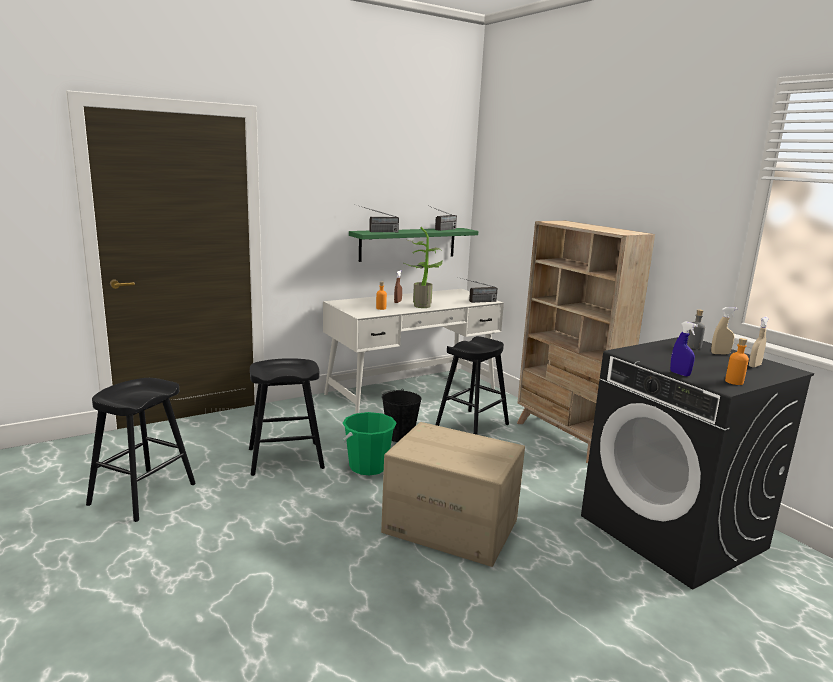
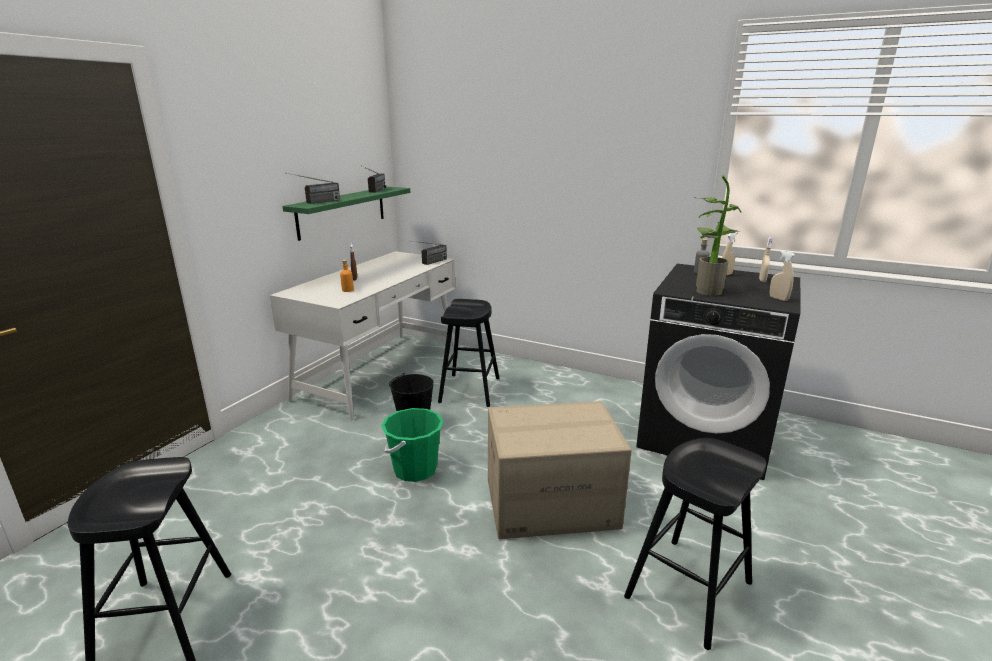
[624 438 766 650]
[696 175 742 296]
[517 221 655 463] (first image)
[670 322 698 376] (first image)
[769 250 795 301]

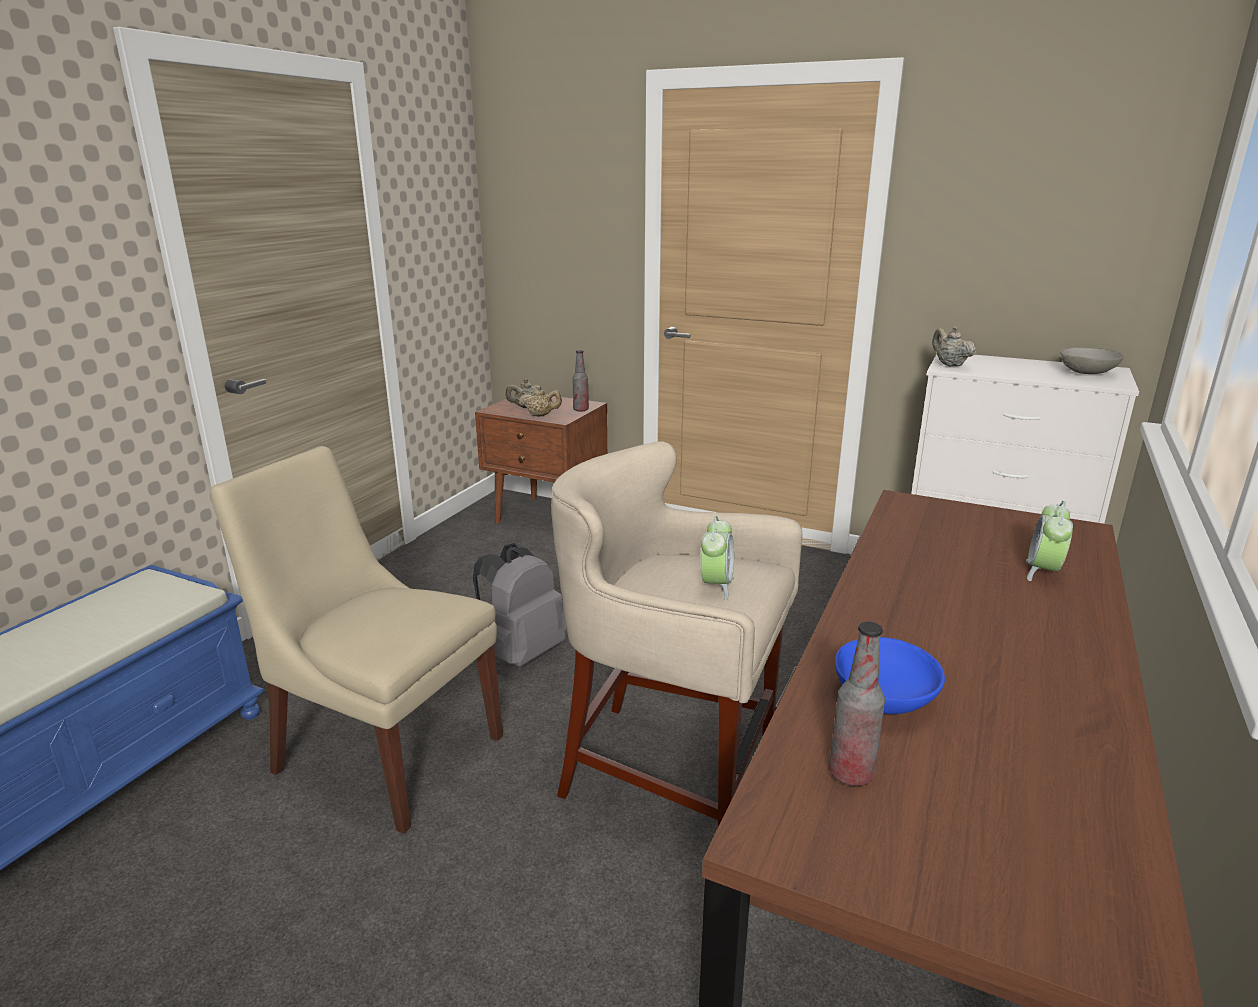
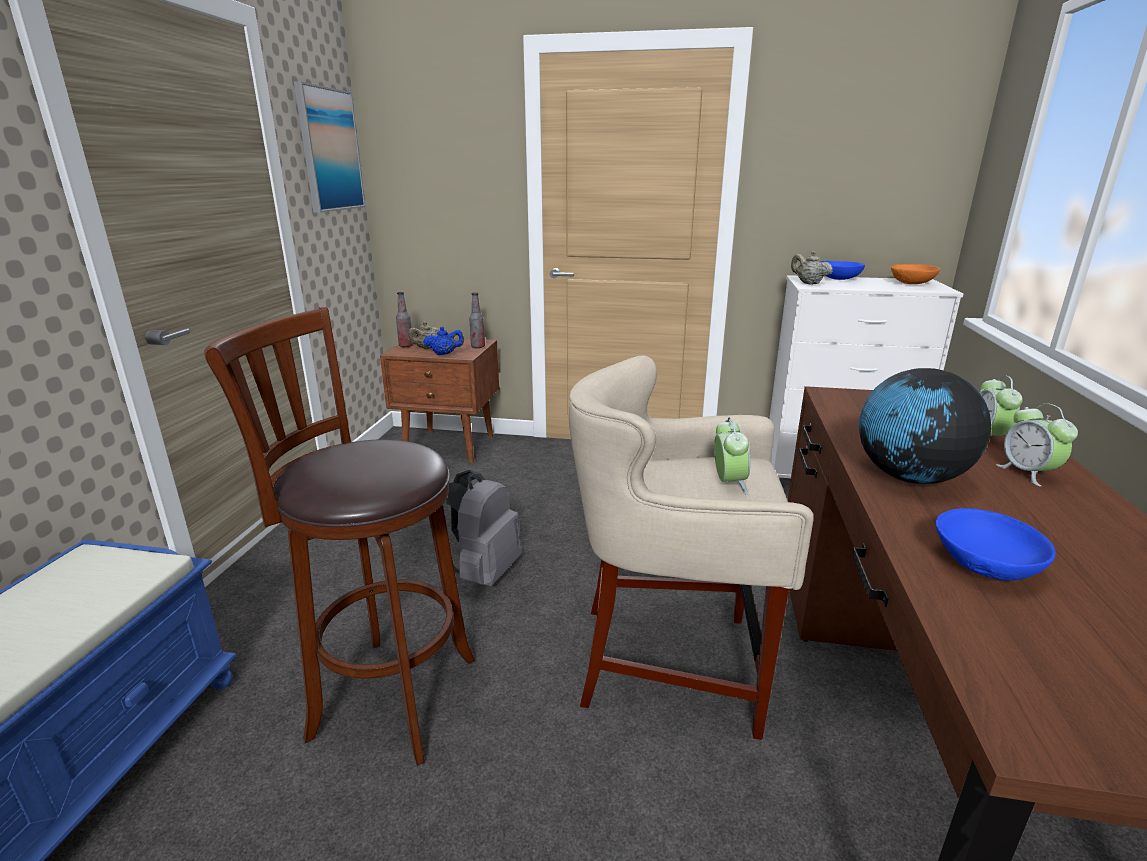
[204 307 475 766]
[423 327 464 355]
[396 292 413 347]
[891 264 940 284]
[294 81 366 213]
[820 261 865 280]
[859 368 991 484]
[996 403 1078 486]

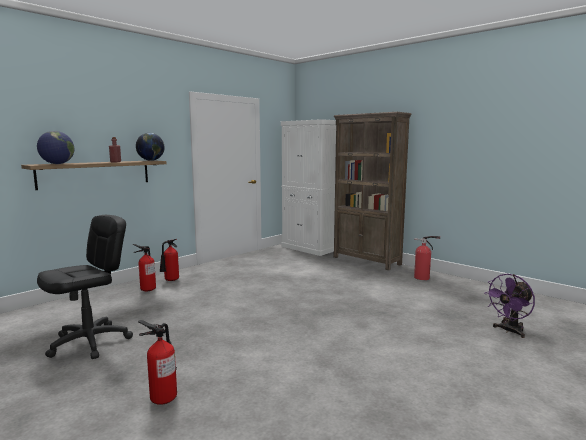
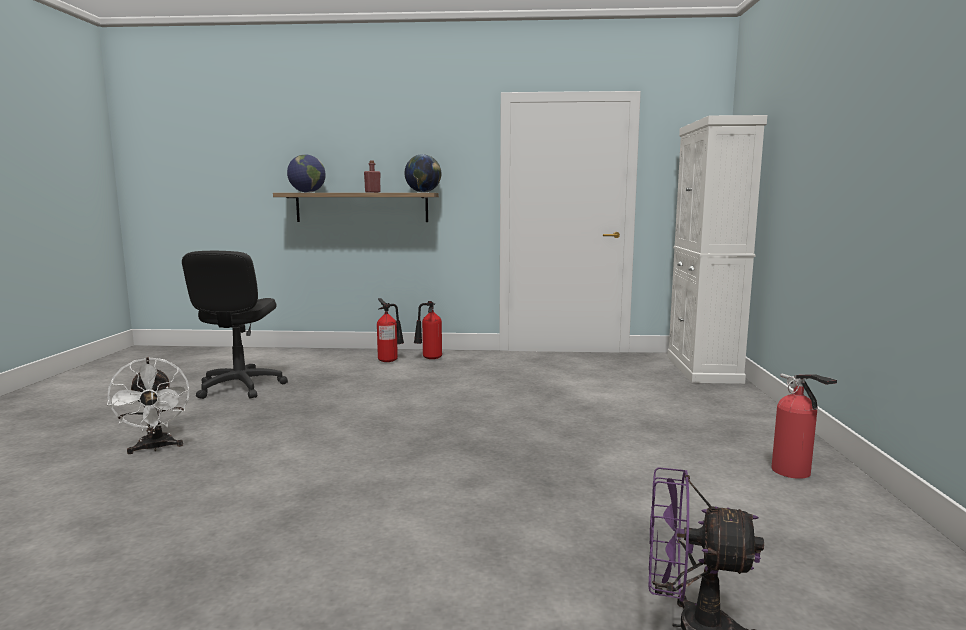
[182 251 288 399]
[107 357 190 454]
[333 112 412 270] (first image)

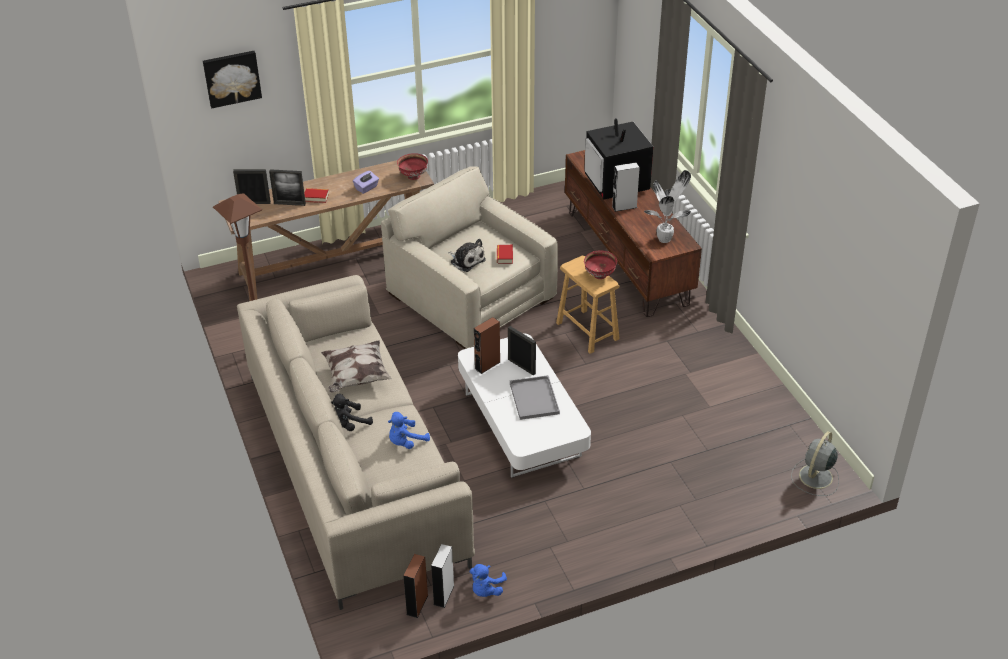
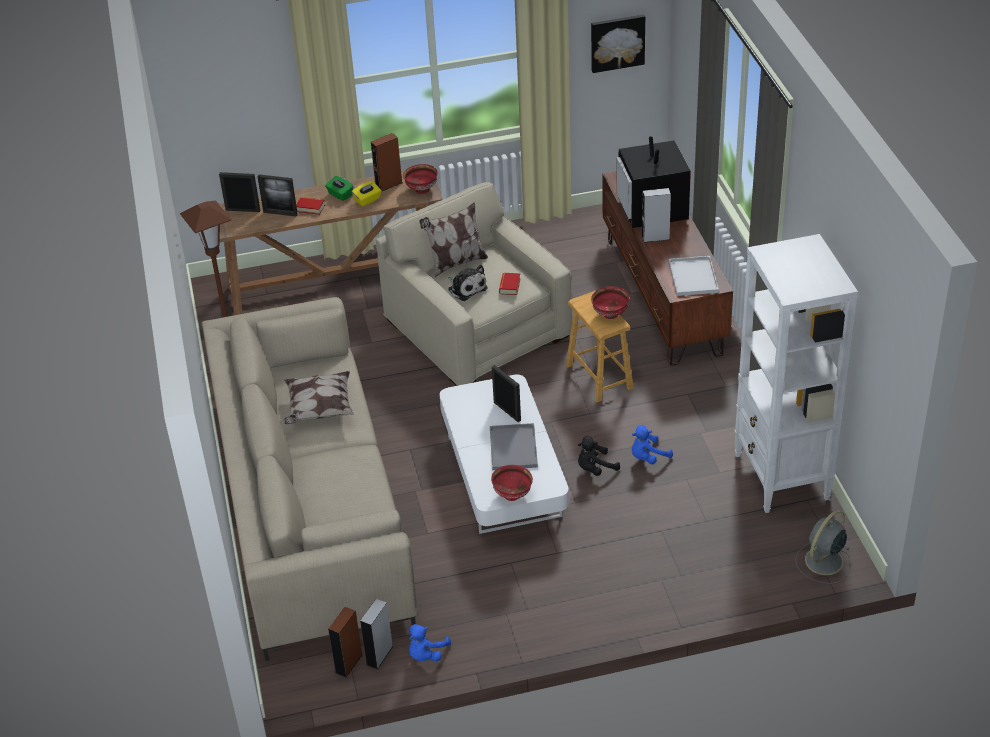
[591 15 645 73]
[578 436 620 476]
[352 181 381 207]
[632 425 673 464]
[371 133 402 192]
[669 256 719 296]
[325 176 354 201]
[419 202 488 277]
[491 465 533 501]
[734 234 858 513]

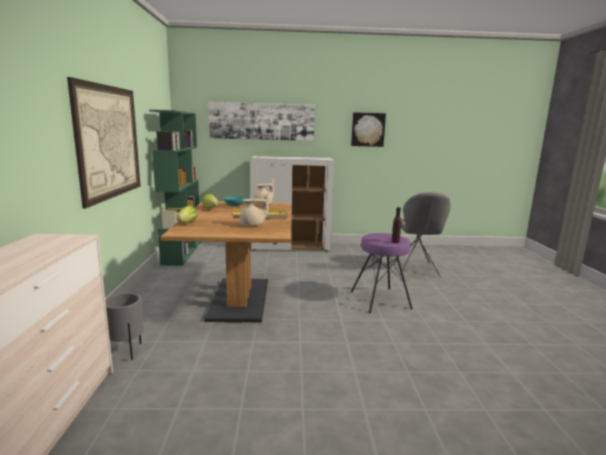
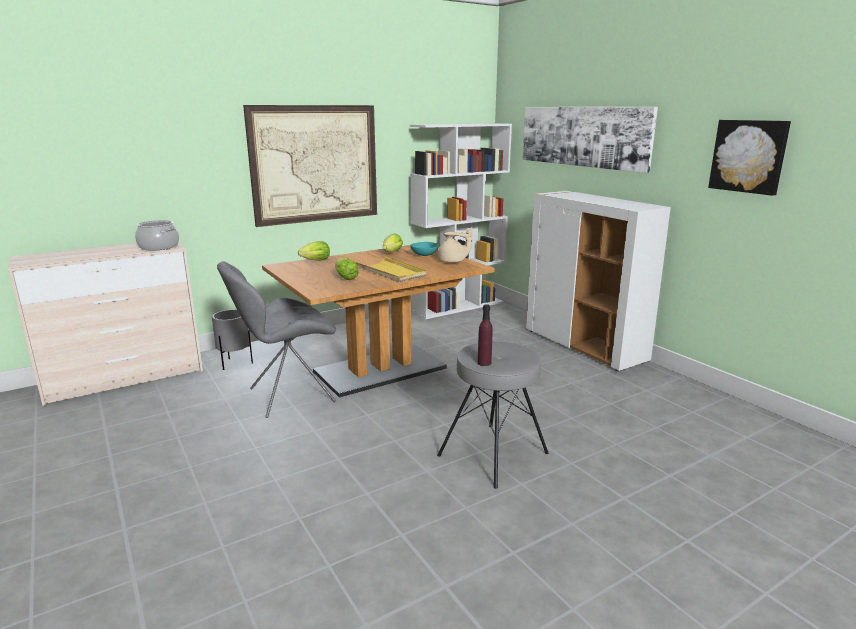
[410 123 512 319]
[335 257 359 280]
[437 342 549 489]
[217 261 336 418]
[135 220 179 251]

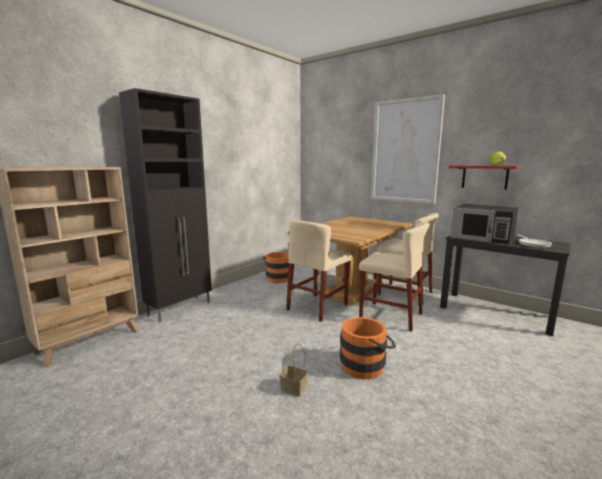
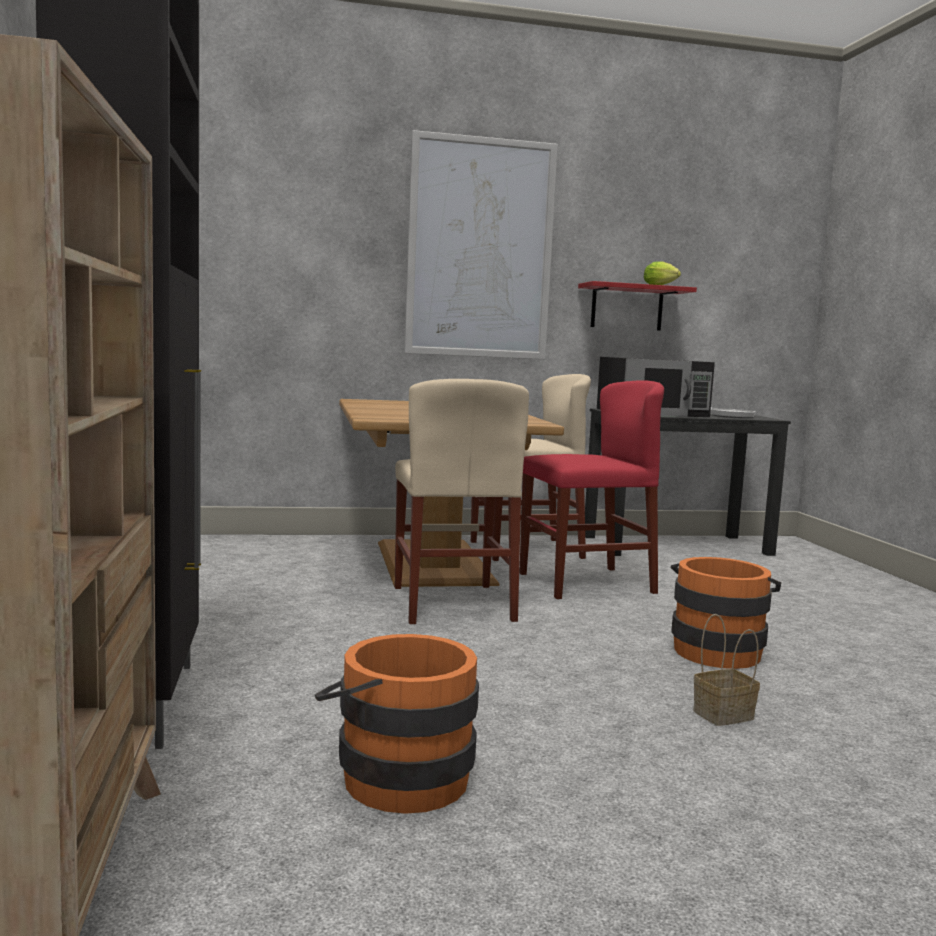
[315 634 479 814]
[519 380 664 599]

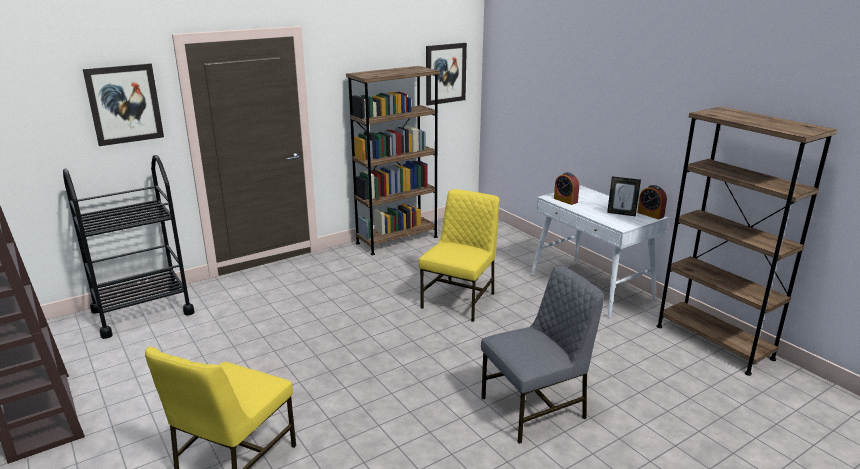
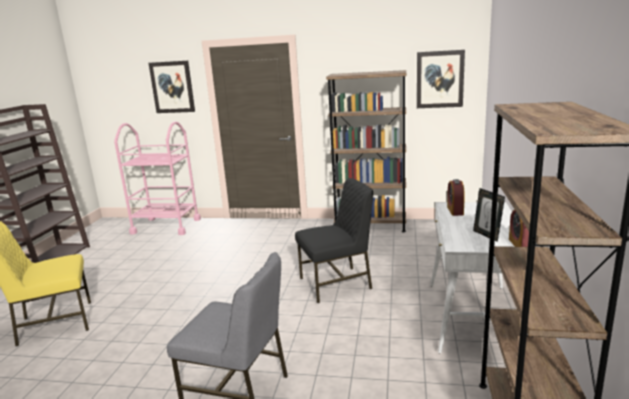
[114 121 201 235]
[295 178 373 303]

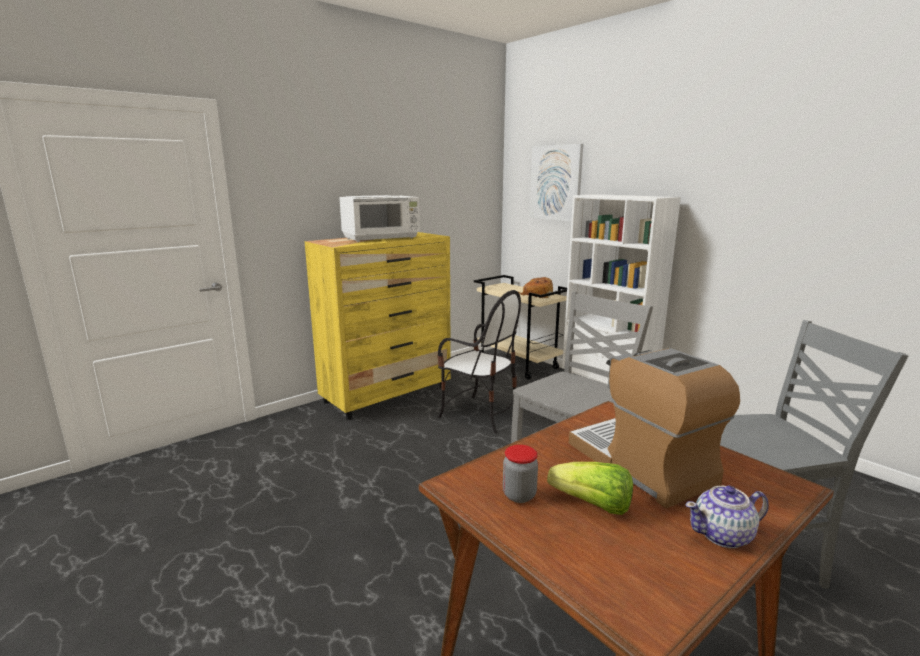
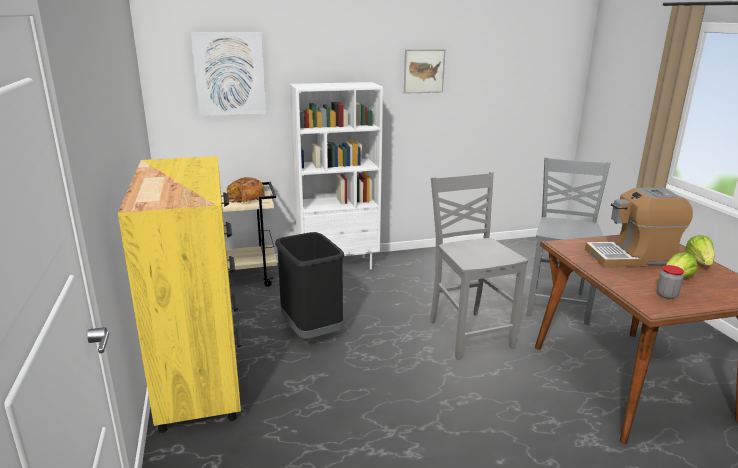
[339 195 420 242] (first image)
[275 232 344 339]
[685 235 715 265]
[404 49 446 94]

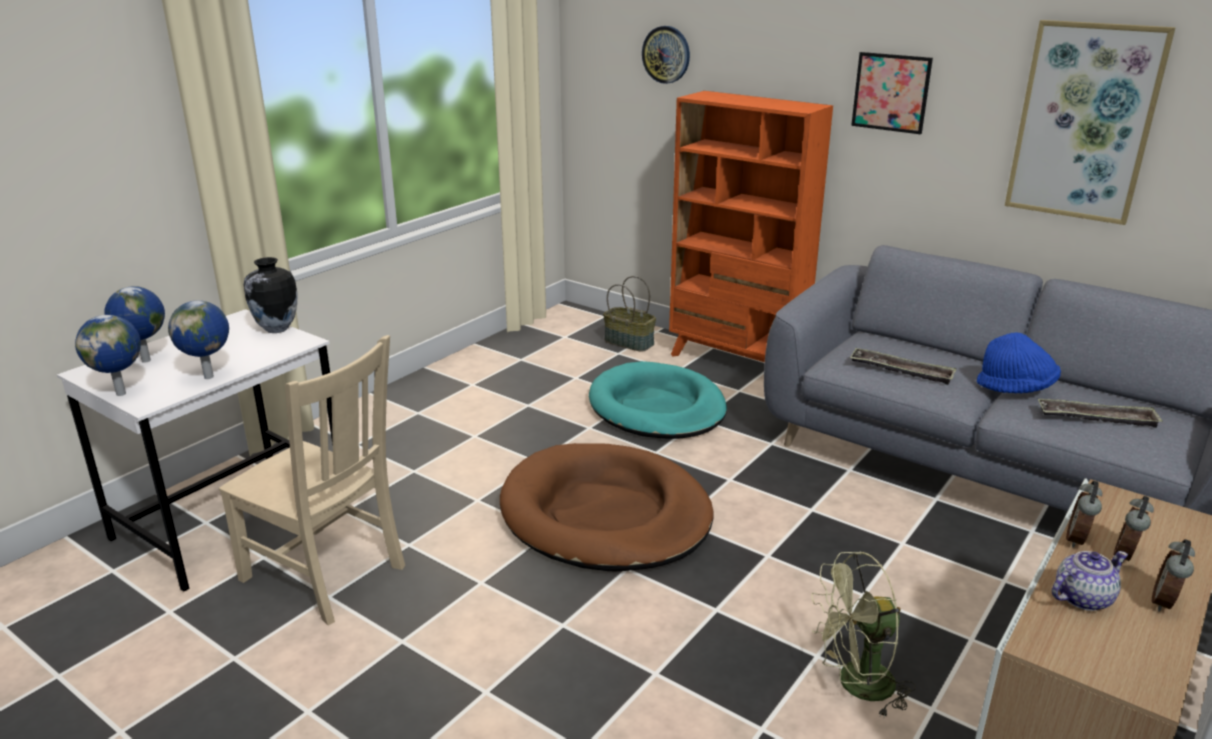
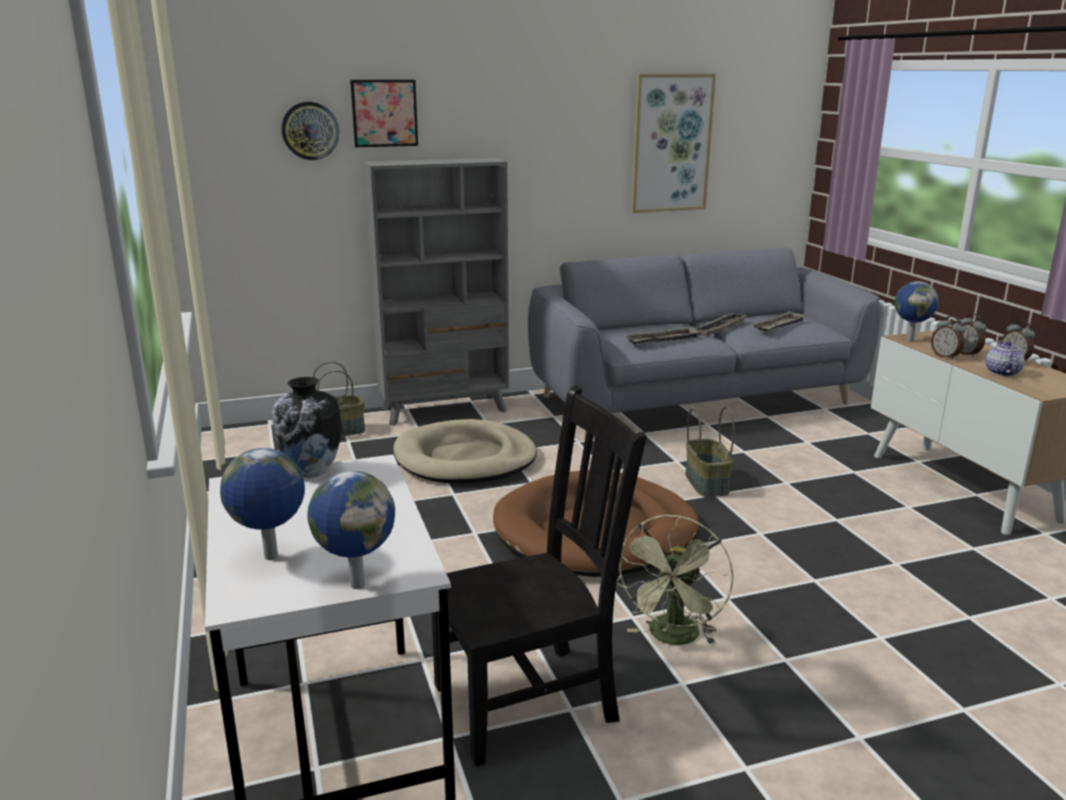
[895 281 939 341]
[432 385 647 767]
[393 419 537 483]
[363 157 509 426]
[617 515 733 645]
[350 80 418 147]
[694 313 748 336]
[685 407 735 497]

